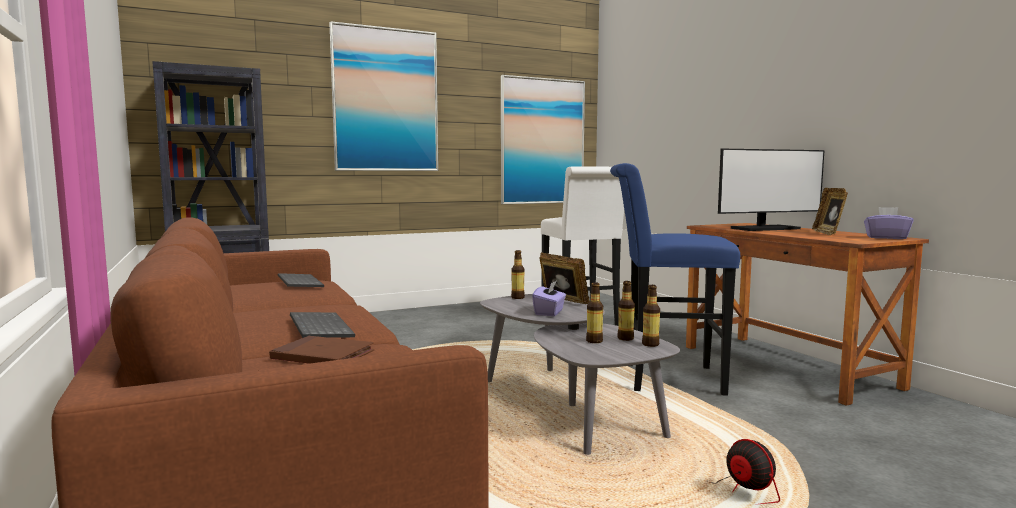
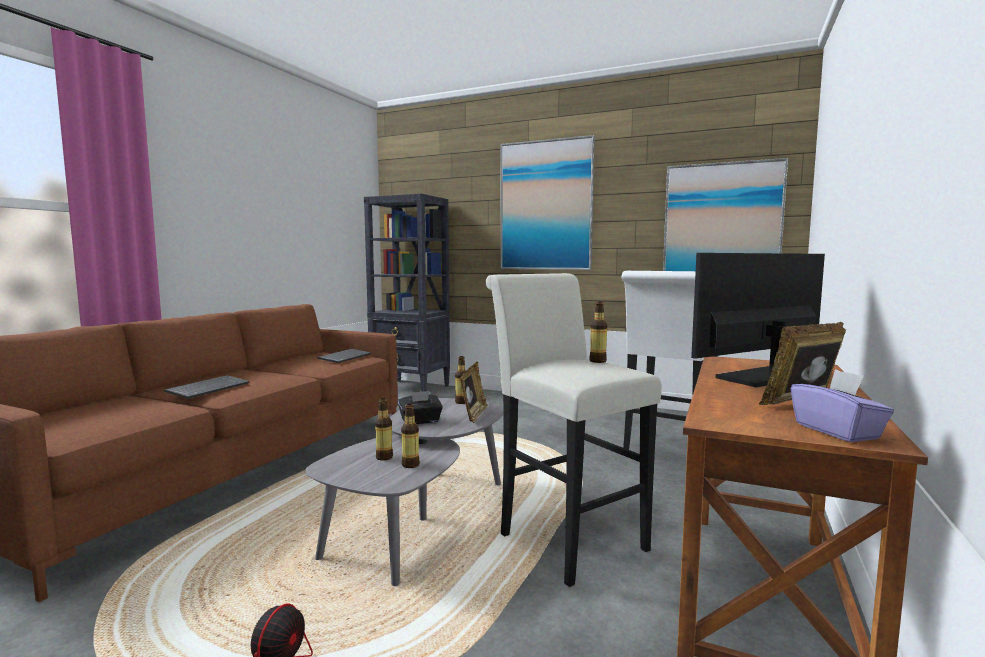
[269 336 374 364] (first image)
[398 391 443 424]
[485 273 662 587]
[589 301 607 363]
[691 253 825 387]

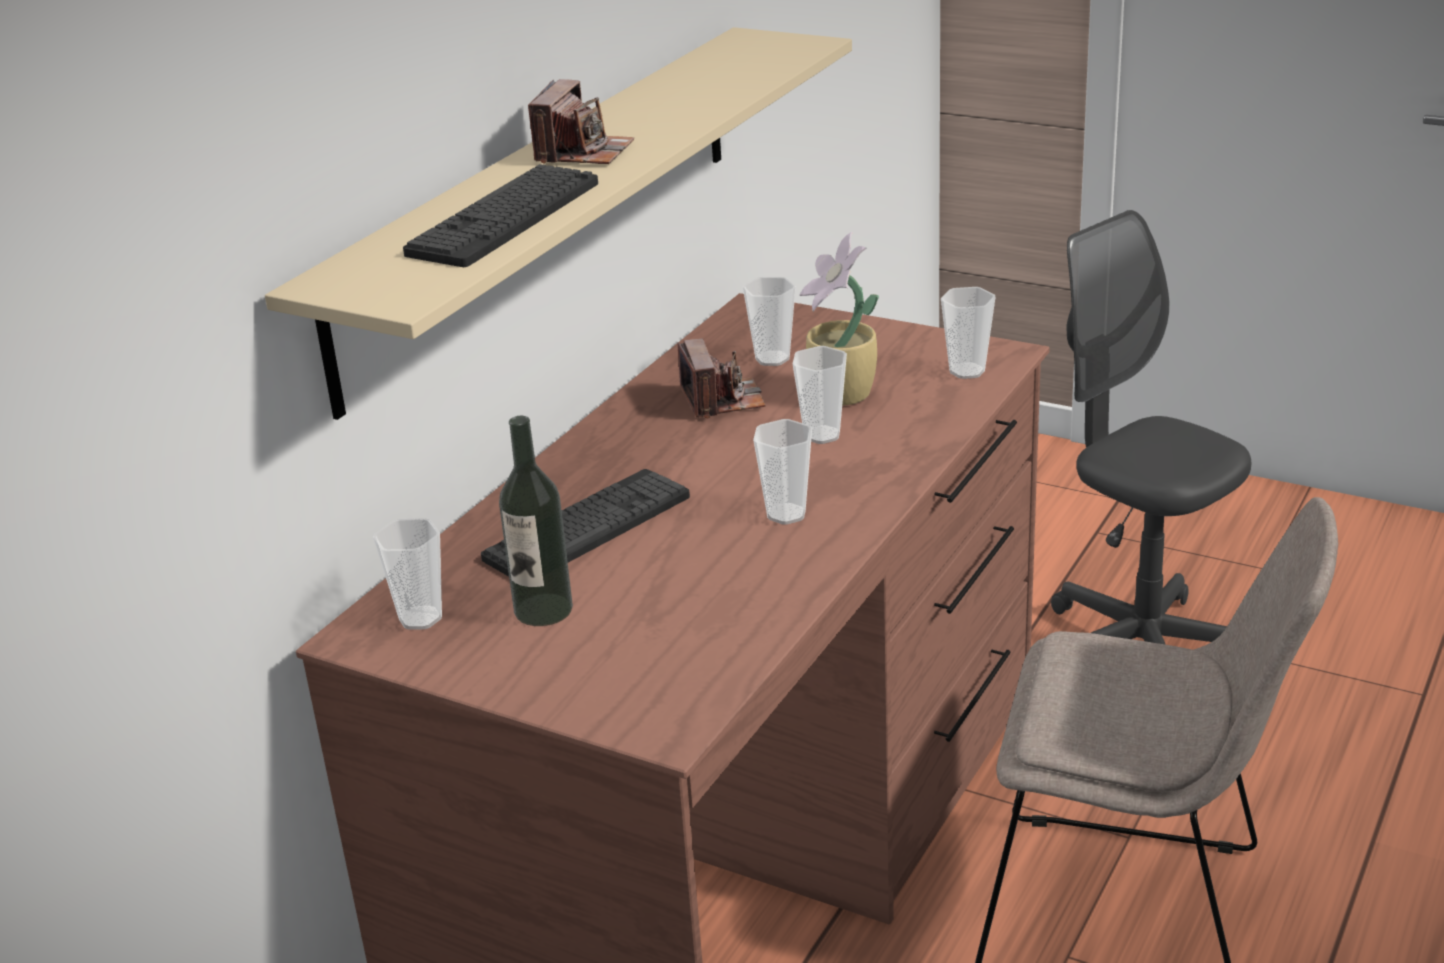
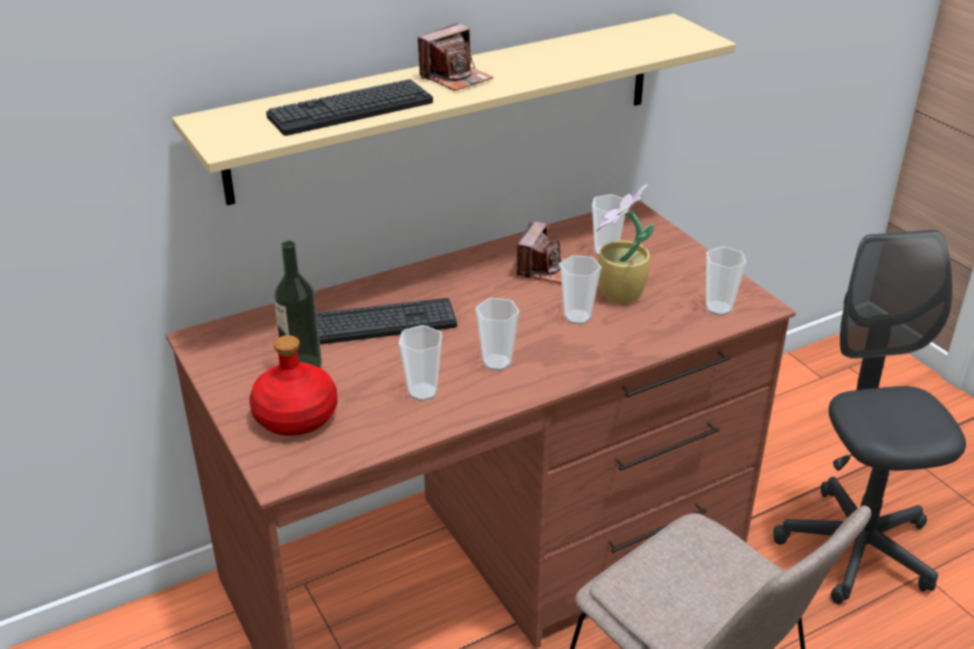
[399 325 442 401]
[249 335 337 435]

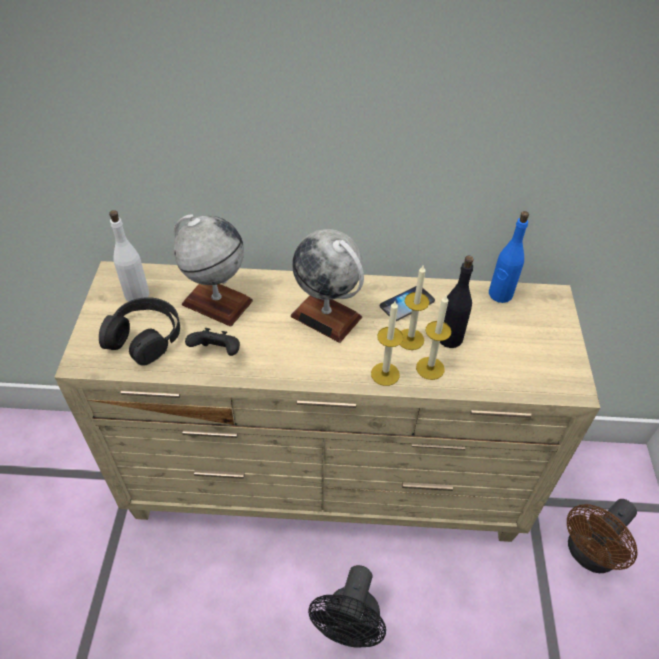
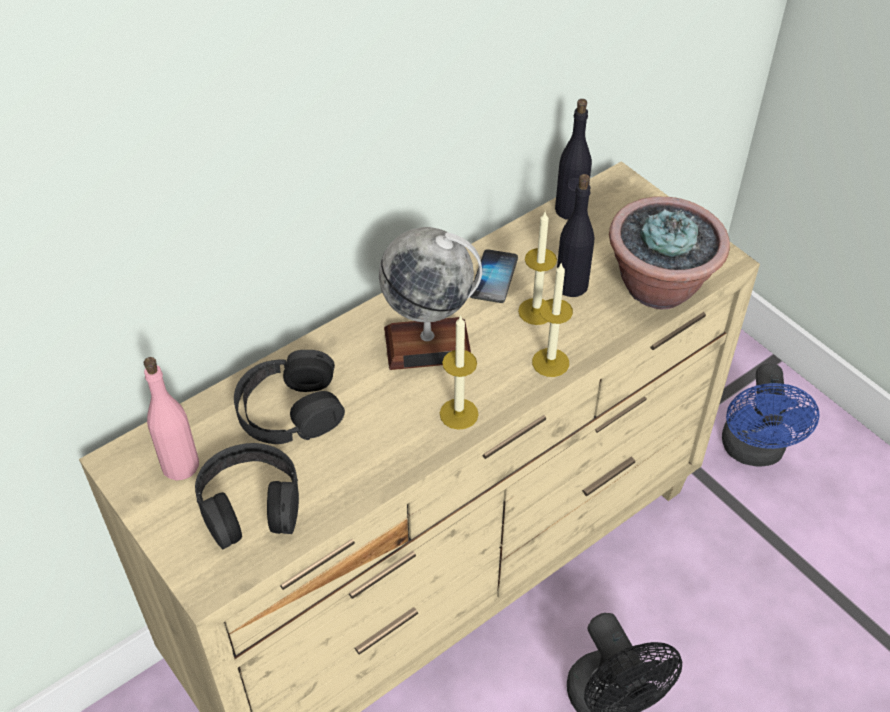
[144 357 199 481]
[234 350 345 444]
[185 328 240 356] (first image)
[440 315 479 430]
[555 99 592 220]
[722 363 820 467]
[609 196 730 309]

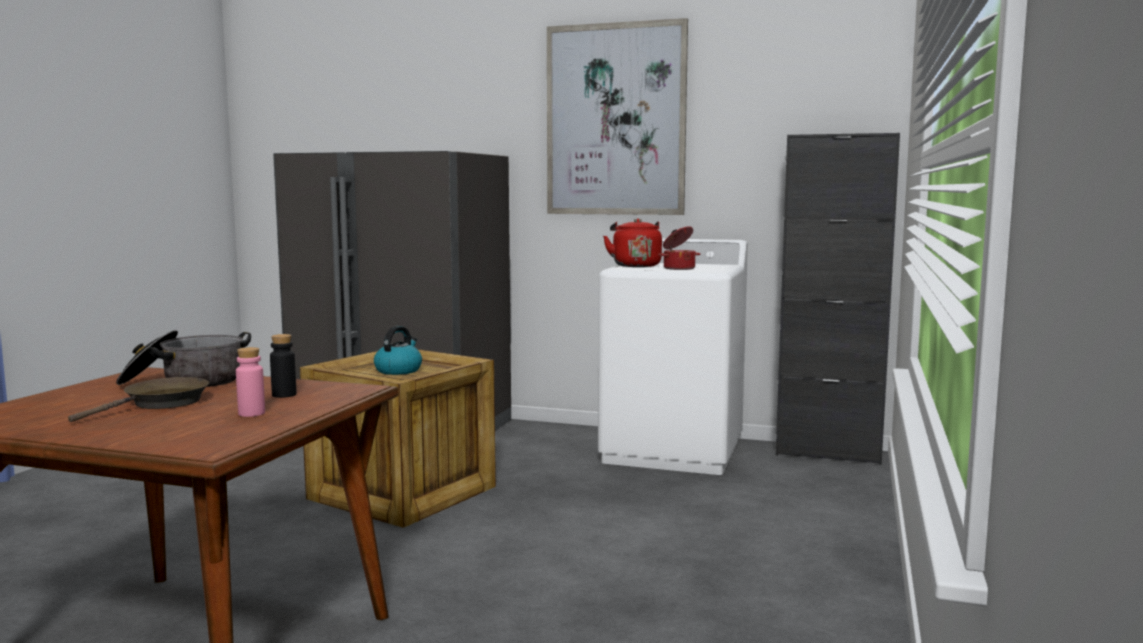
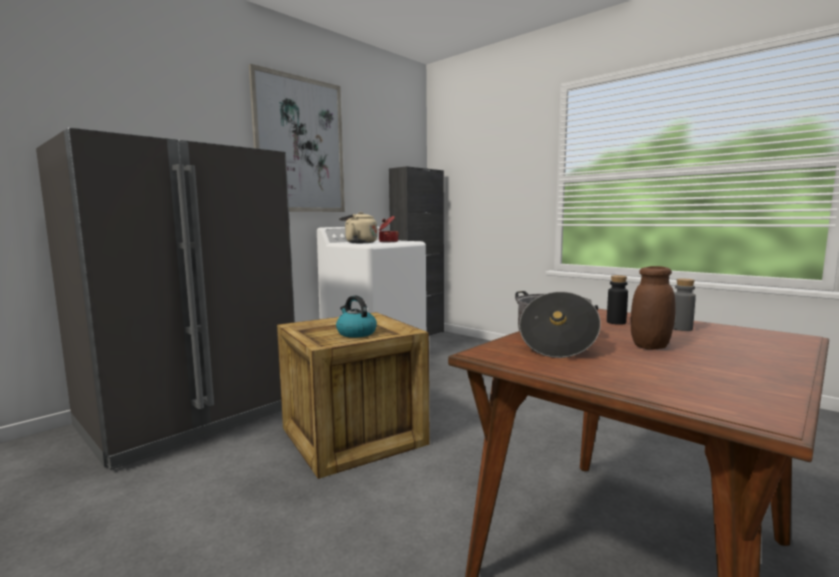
[631 266 676 350]
[673 279 696 331]
[339 212 377 243]

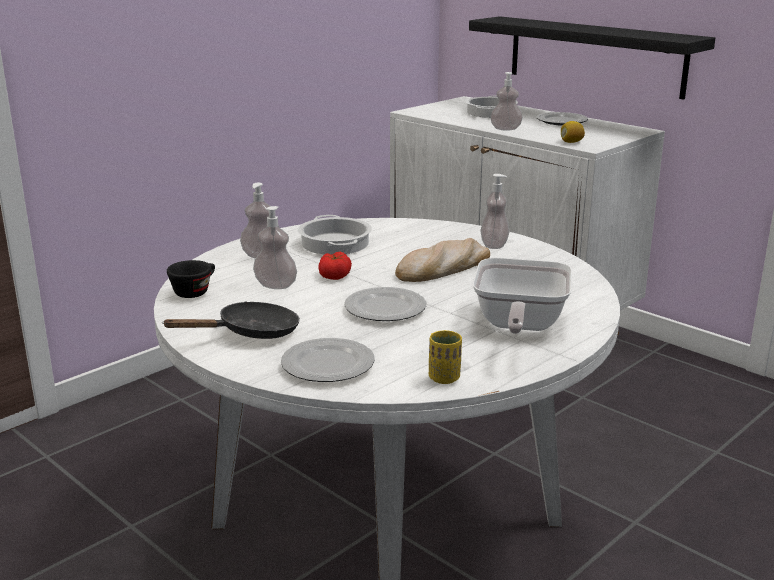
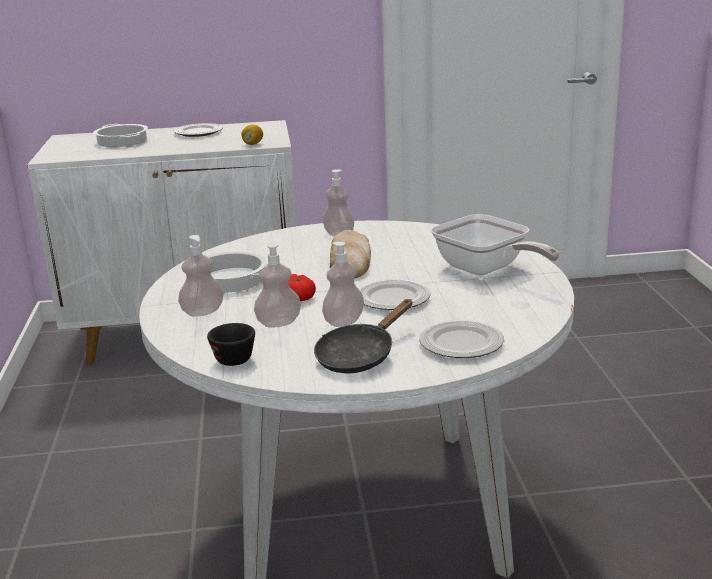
[314 299 413 373]
[429 330 462 384] (first image)
[469 16 715 100] (first image)
[322 242 364 327]

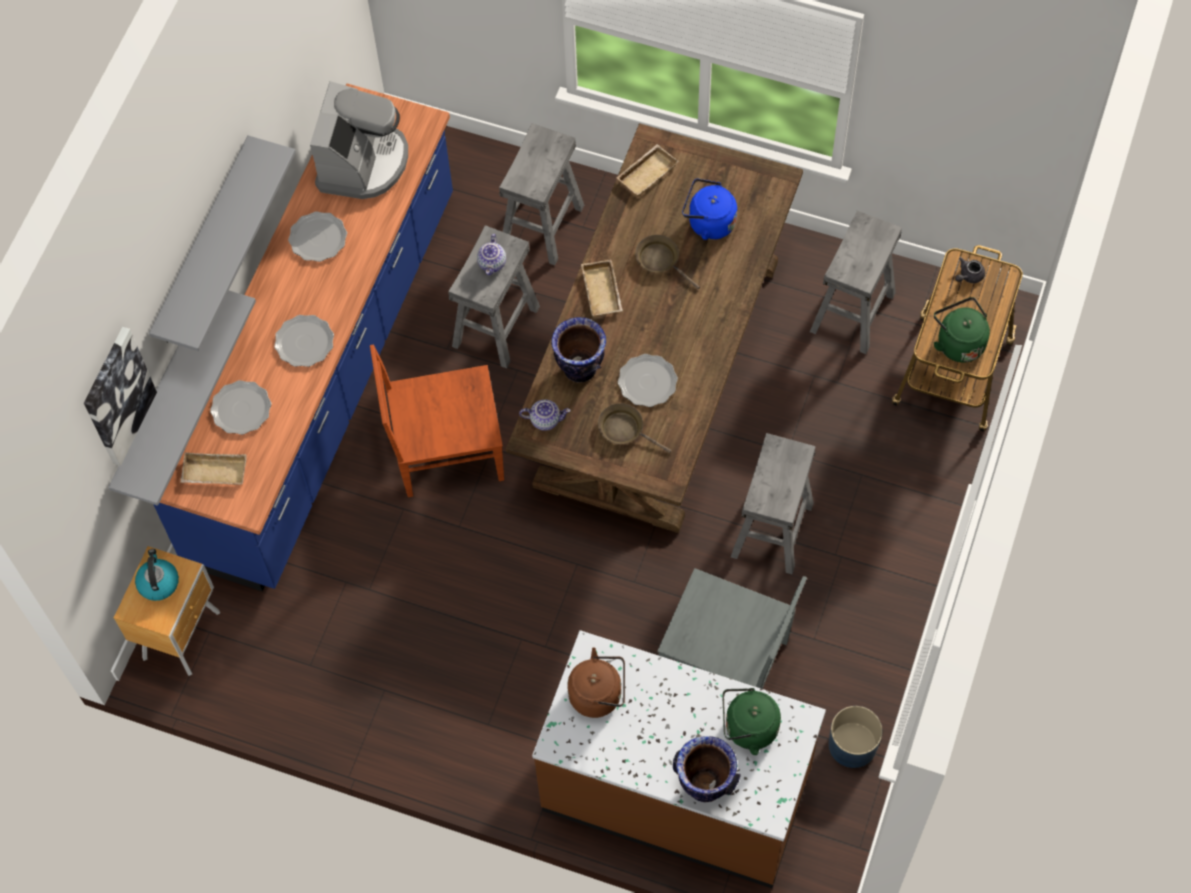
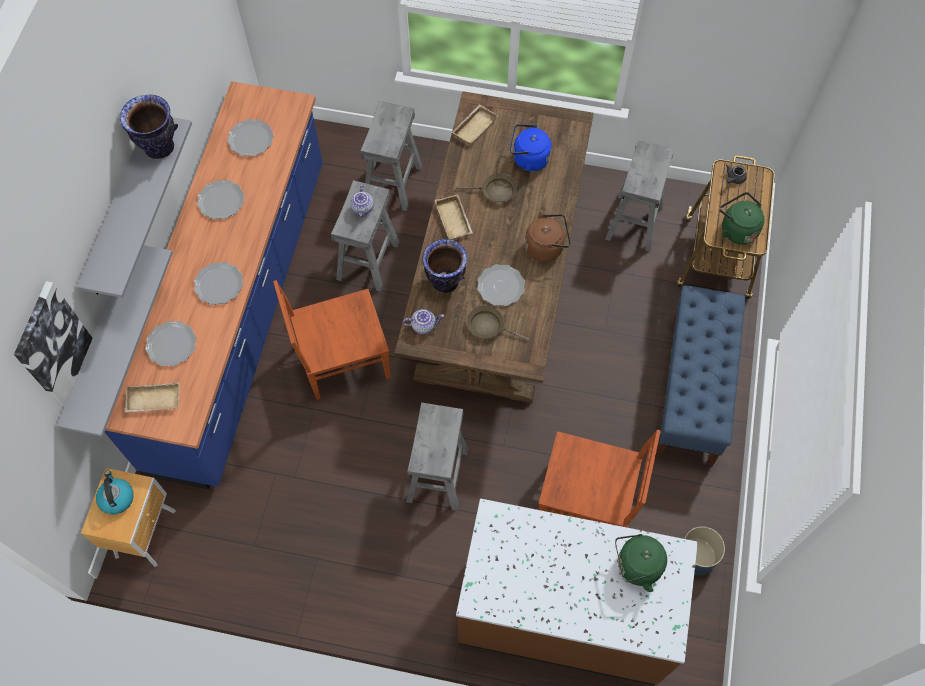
[227 119 274 156]
[525 212 571 262]
[456 173 517 202]
[538 430 661 527]
[120 95 178 159]
[406 403 469 511]
[656 285 745 466]

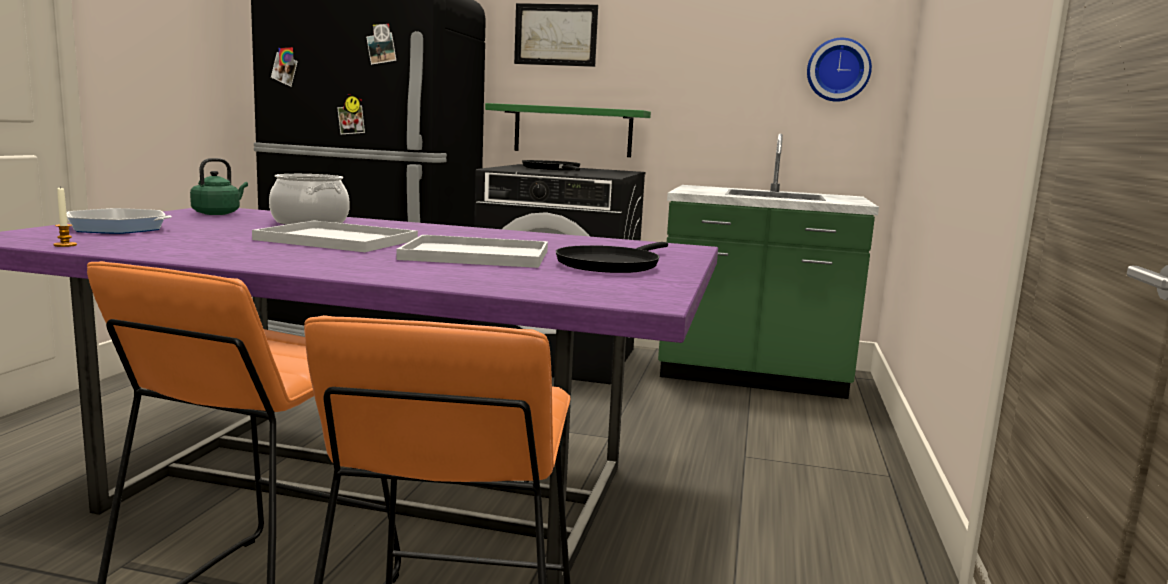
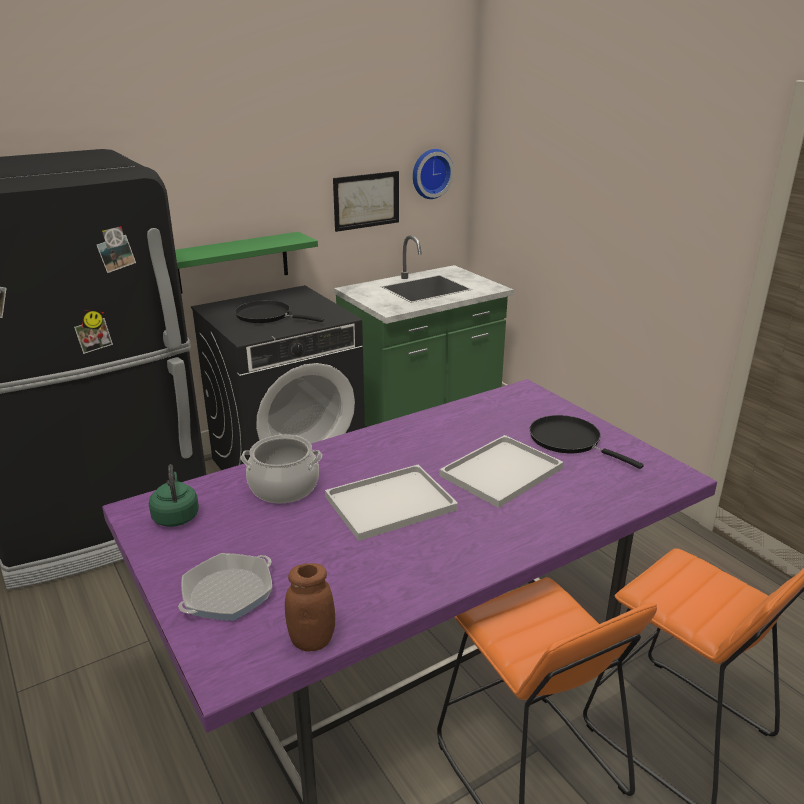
[285 563 335 651]
[333 171 399 232]
[529 415 644 469]

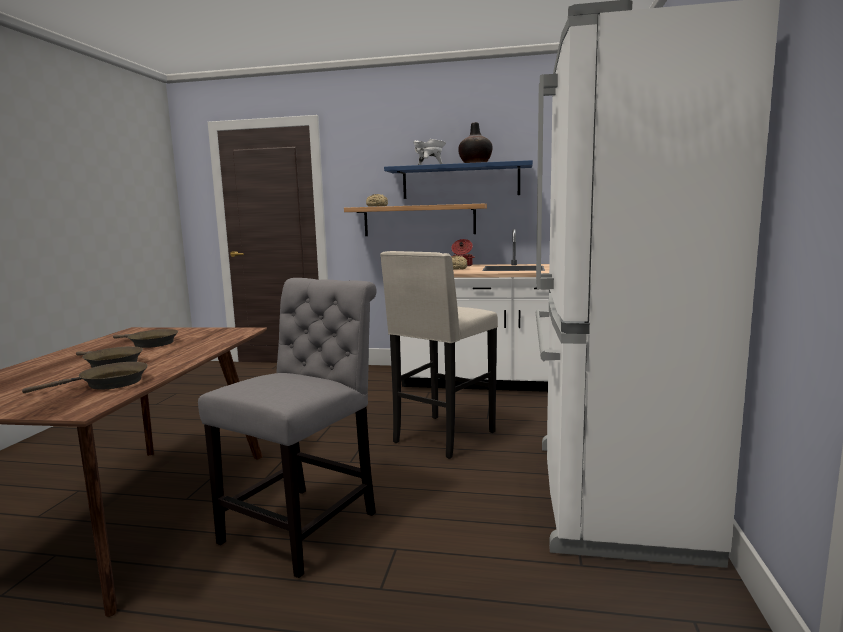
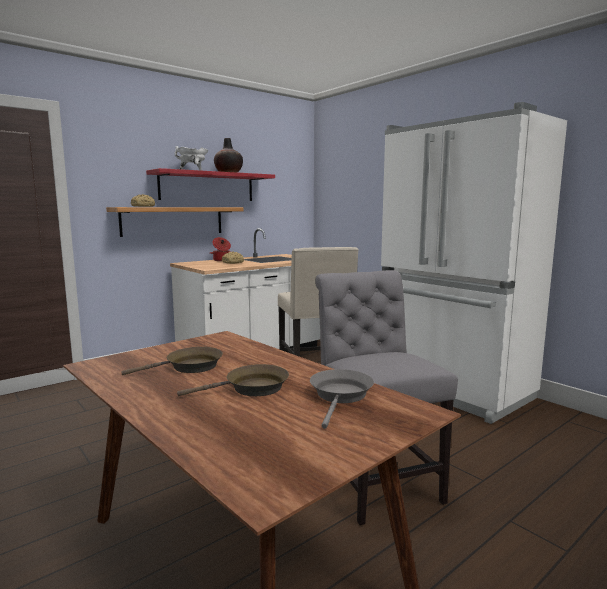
[310 369 374 429]
[146 168 275 201]

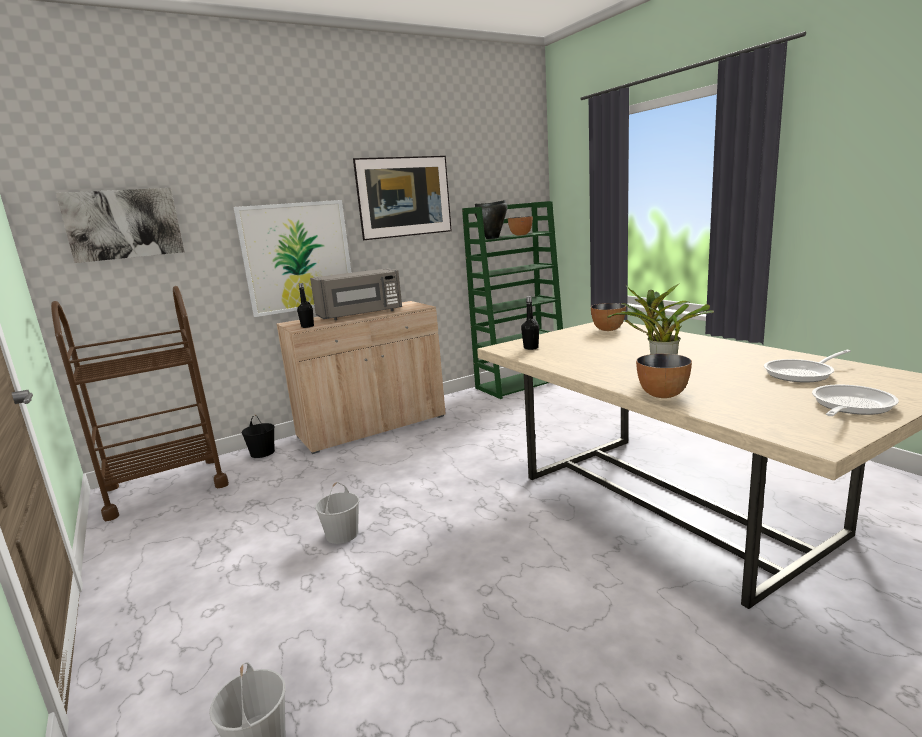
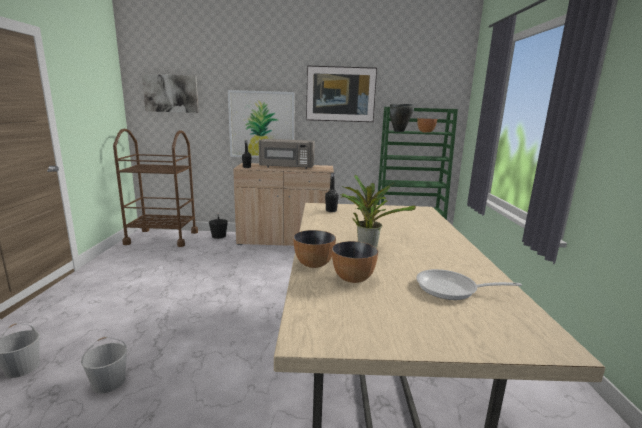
[81 337 127 393]
[332 241 378 283]
[812 385 899 416] (first image)

